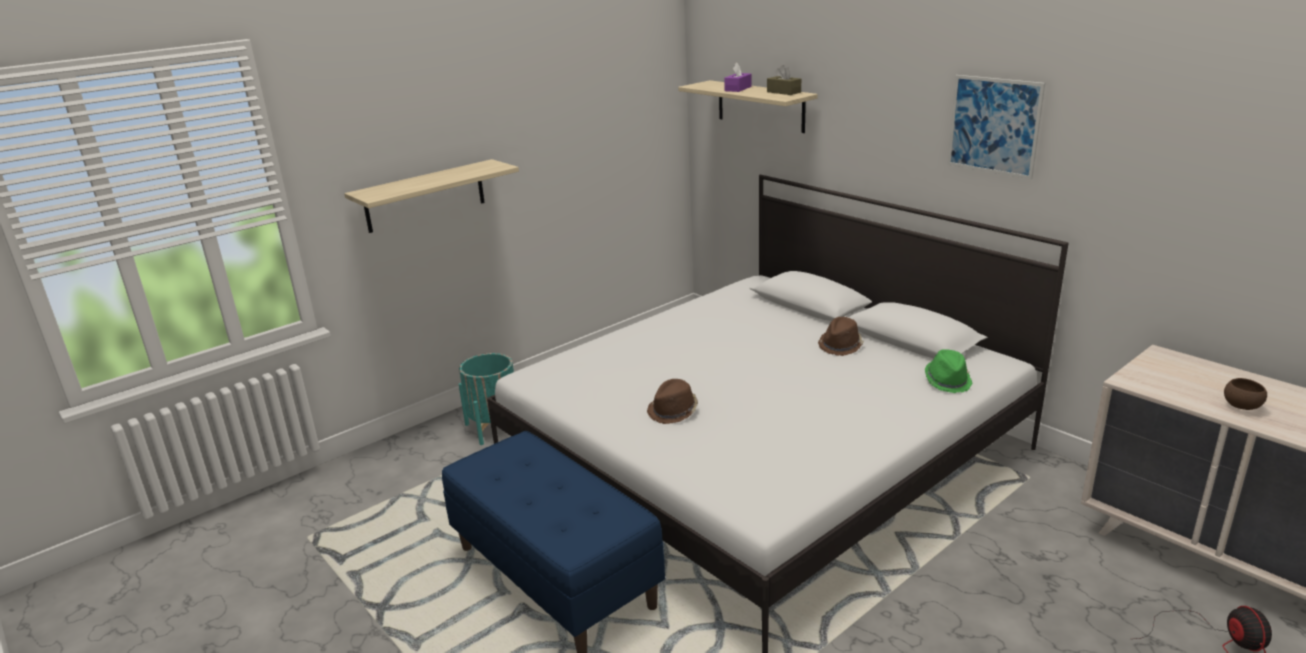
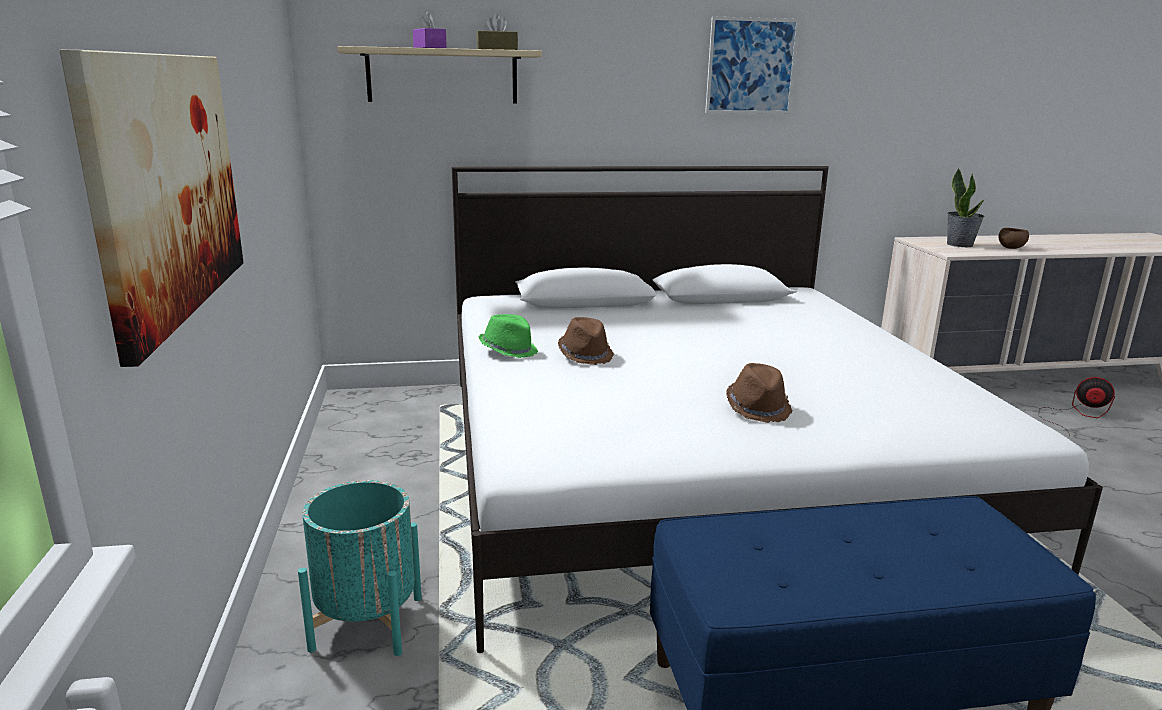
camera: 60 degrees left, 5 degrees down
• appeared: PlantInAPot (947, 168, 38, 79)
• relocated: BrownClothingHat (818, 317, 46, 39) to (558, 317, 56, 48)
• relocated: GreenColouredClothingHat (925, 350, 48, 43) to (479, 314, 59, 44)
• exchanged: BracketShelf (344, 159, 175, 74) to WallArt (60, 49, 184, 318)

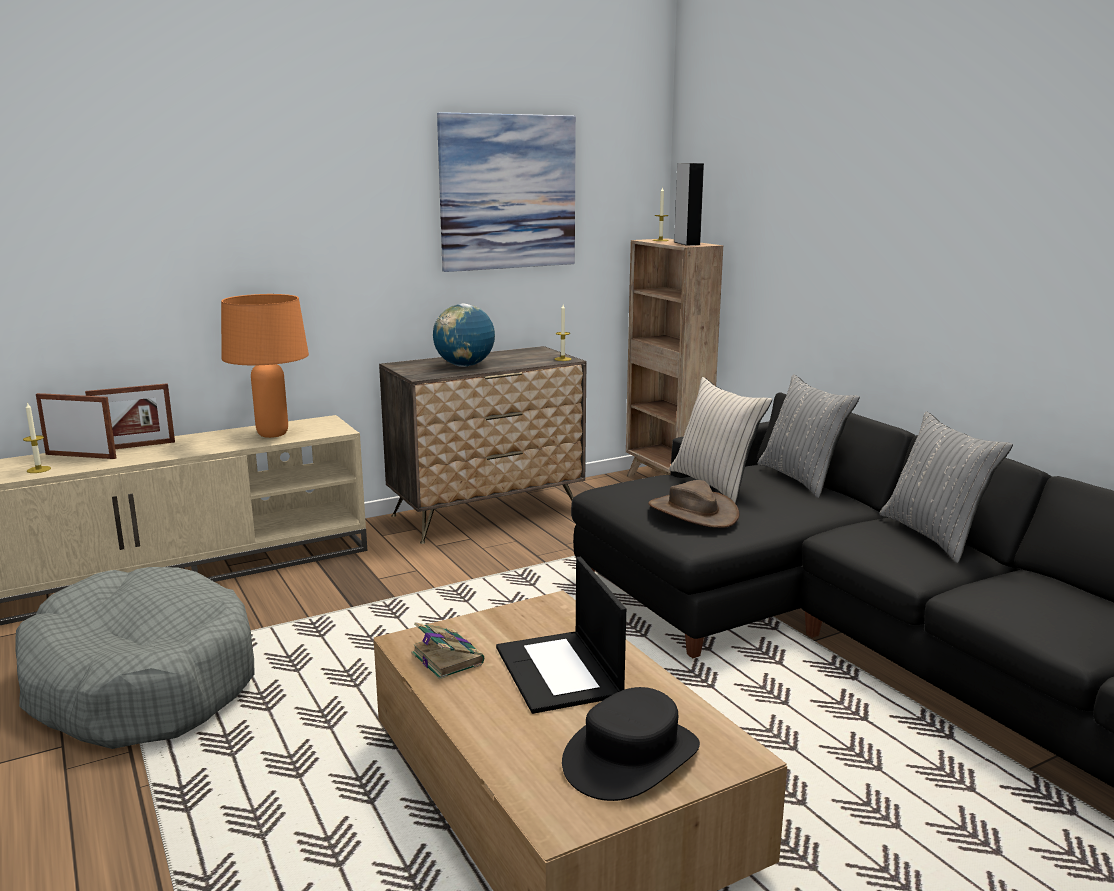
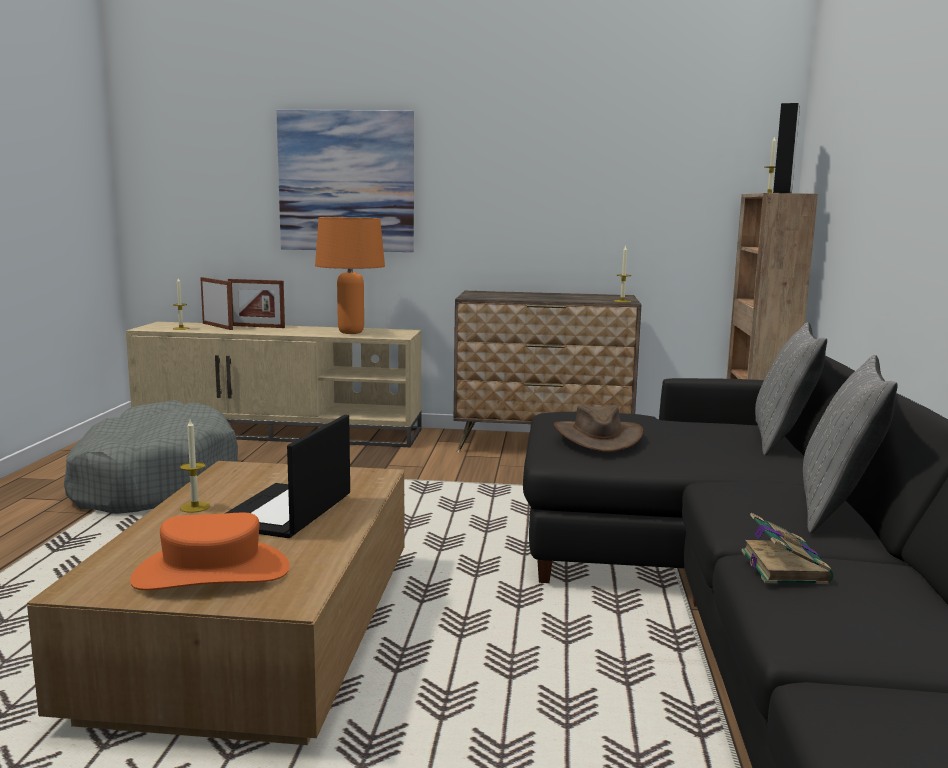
camera: 35 degrees right, 5 degrees down
• missing: DeskGlobe (433, 304, 62, 63)
• missing: SandColouredCushion (669, 377, 103, 127)
• appeared: WaxCandle (180, 420, 30, 93)
• relocated: Volume (411, 622, 73, 57) to (741, 513, 92, 71)
• relocated: WallArt (437, 112, 139, 160) to (276, 109, 138, 143)
• colour: BlackishClothingHat (562, 687, 138, 114) to OrangeyClothingHat (130, 513, 160, 77)

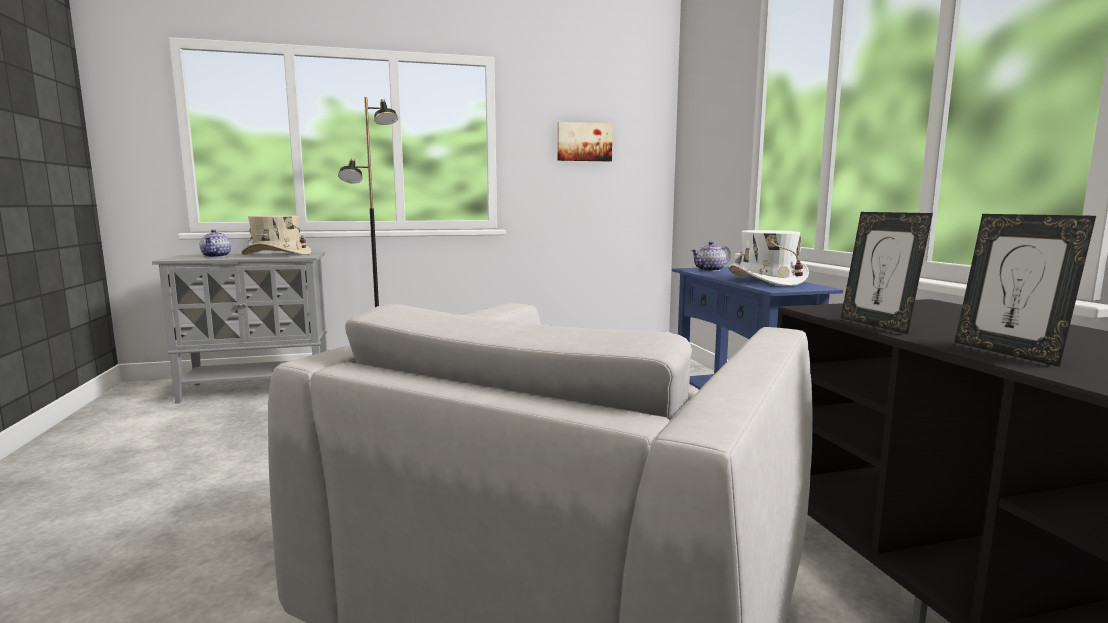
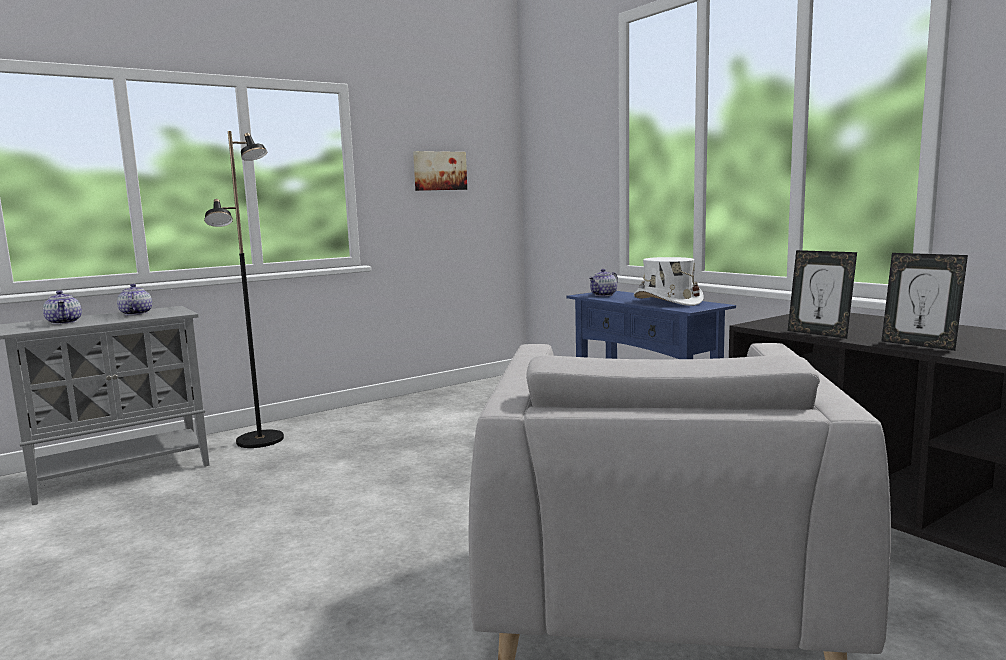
camera: 20 degrees left, 0 degrees up
• exchanged: SandColouredClothingHat (241, 215, 70, 40) to TeaPot (117, 284, 35, 31)

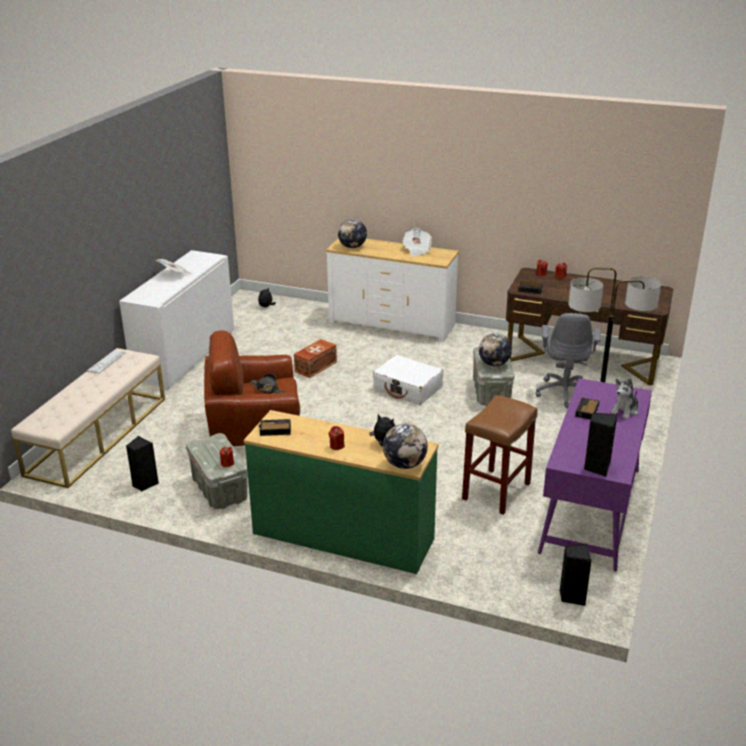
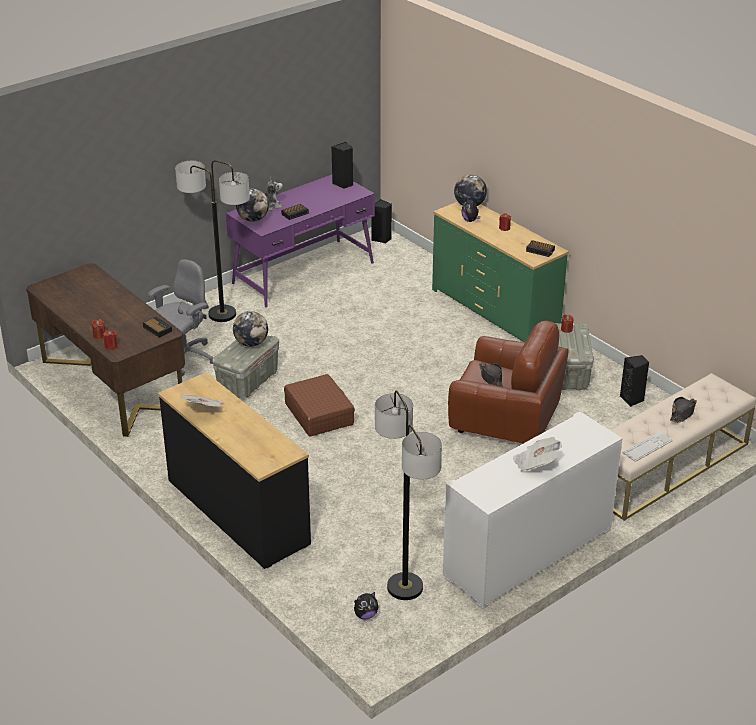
camera: 150 degrees left, 5 degrees up
• missing: BrownStorageBin (294, 339, 43, 39)
• missing: BrownSittingStool (462, 395, 75, 120)
• appeared: StandardLamp (375, 391, 67, 209)
• appeared: BlackishClothingHat (670, 397, 27, 26)
• relocated: DeskGlobe (338, 219, 29, 29) to (236, 189, 33, 33)
• colour: WhiteDrawerChest (326, 238, 133, 103) to BlackishDrawerChest (158, 372, 153, 197)
• colour: WhiteTravelCase (373, 355, 70, 50) to BrownTravelCase (284, 374, 71, 63)

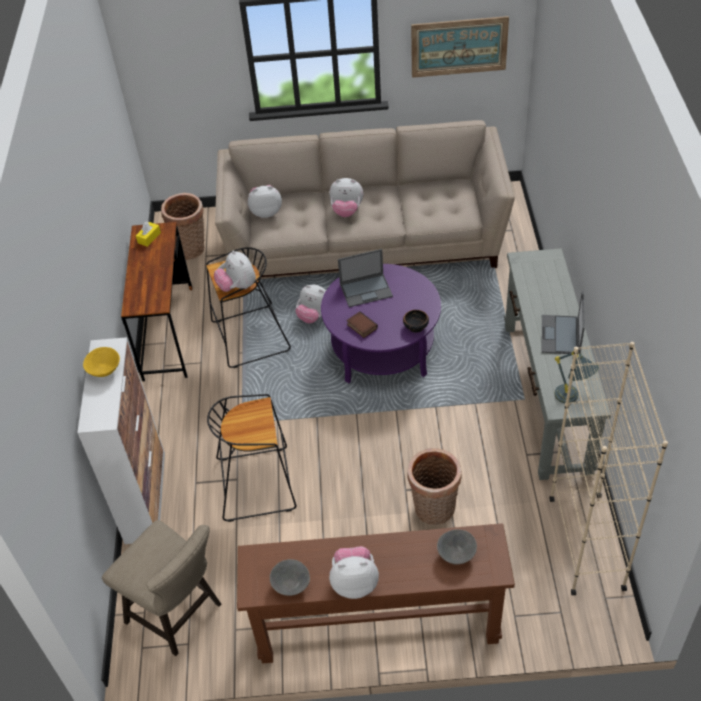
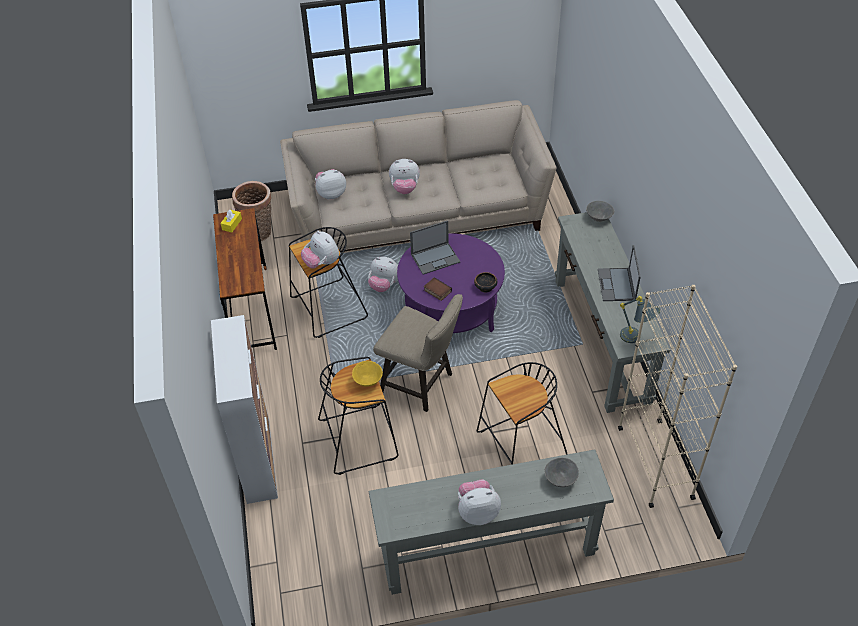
camera: 10 degrees left, 0 degrees up
• missing: WallArt (411, 16, 98, 62)
• relocated: YellowColouredDeepDish (83, 347, 37, 30) to (352, 361, 31, 26)
• relocated: SandColouredSittingStool (102, 520, 119, 136) to (373, 294, 90, 118)
• relocated: GreyishDeepDish (270, 559, 40, 37) to (586, 201, 28, 21)
• exchanged: Basket (407, 448, 55, 77) to BlackishSittingStool (477, 362, 90, 103)
• colour: BrownNarrowTable (237, 523, 278, 141) to GreyishNarrowTable (369, 449, 245, 146)

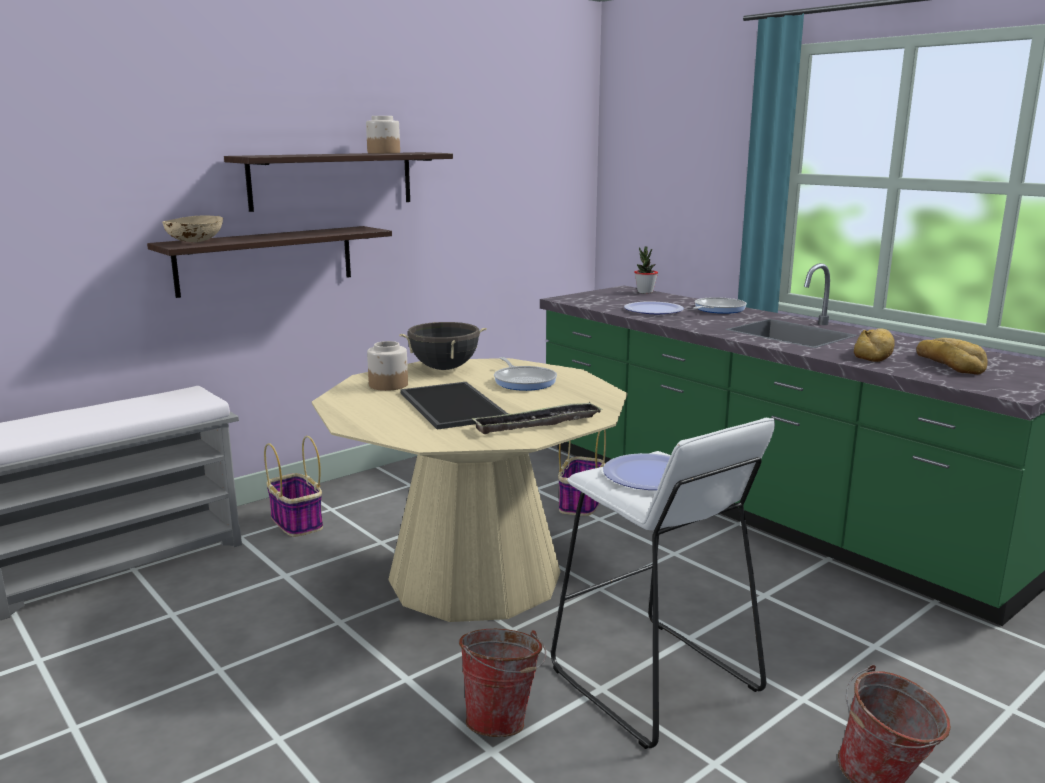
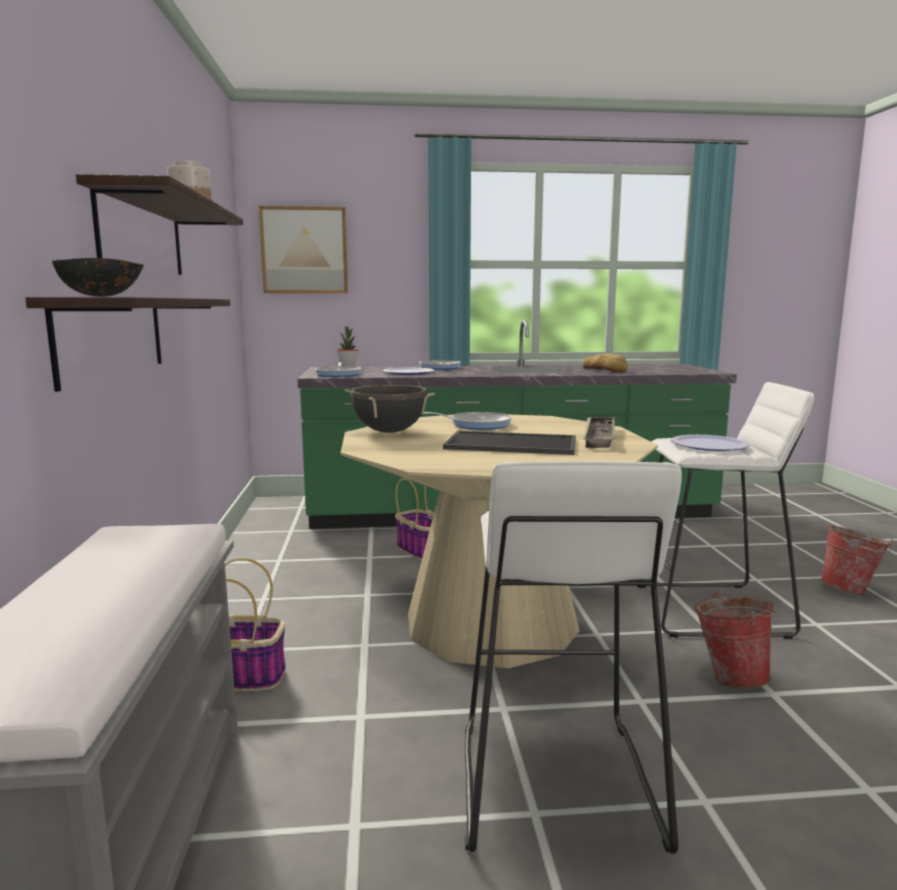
camera: 55 degrees left, 5 degrees down
• missing: Jar (367, 341, 41, 50)
• missing: BakedBread (916, 338, 72, 37)
• appeared: WallArt (259, 206, 89, 87)
• appeared: Pan (315, 362, 46, 15)
• appeared: WhiteSittingStool (465, 461, 217, 393)
• colour: SandColouredDeepDish (162, 215, 61, 27) to BlackishDeepDish (52, 258, 92, 39)

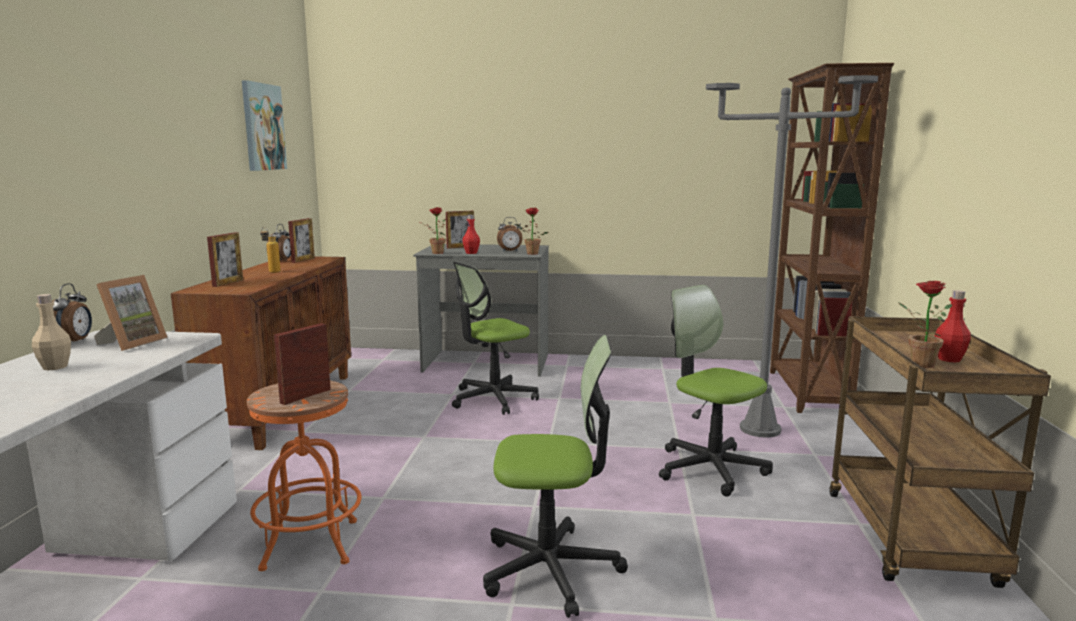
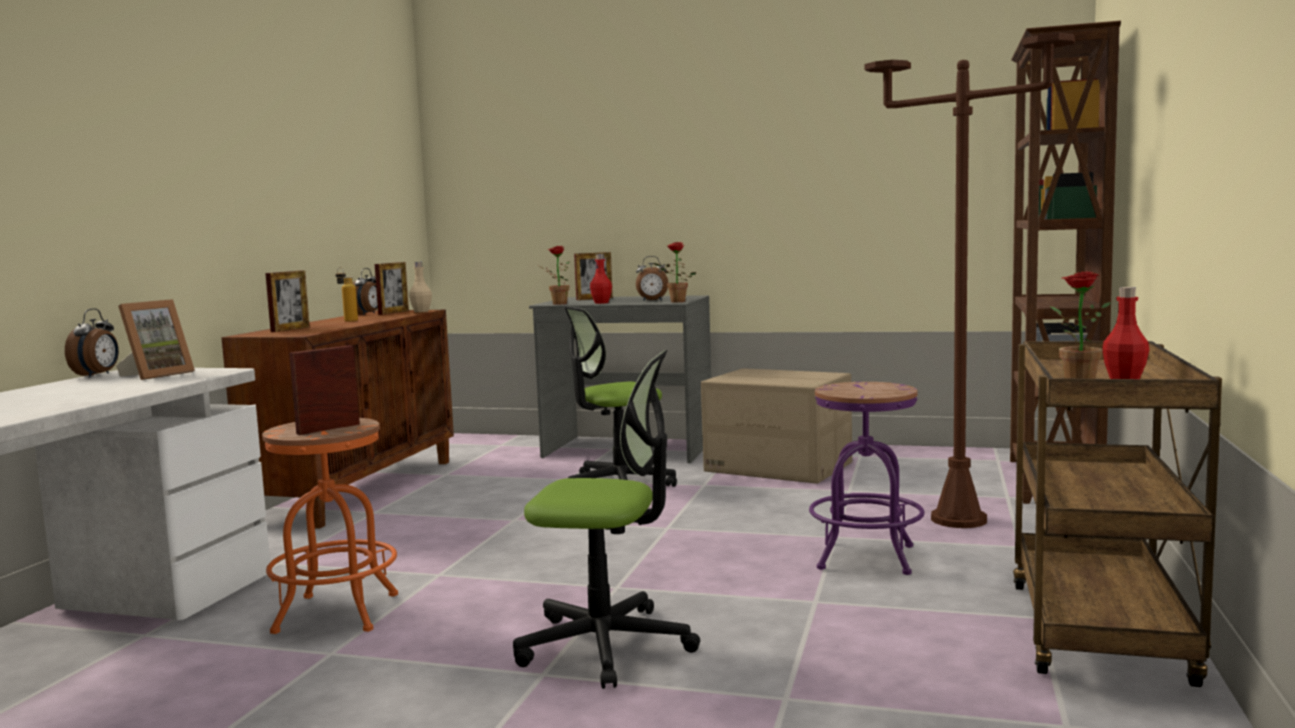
camera: 10 degrees right, 5 degrees down
• missing: WallArt (242, 80, 45, 91)
• appeared: Carton (701, 368, 151, 116)
• relocated: SandColouredDrinkBottle (32, 294, 39, 76) to (409, 262, 23, 50)
• exchanged: OfficeChair (659, 285, 114, 211) to PurplishSittingStool (809, 382, 116, 193)
• colour: GreyishStandardLamp (706, 75, 172, 363) to BrownStandardLamp (864, 33, 211, 495)

